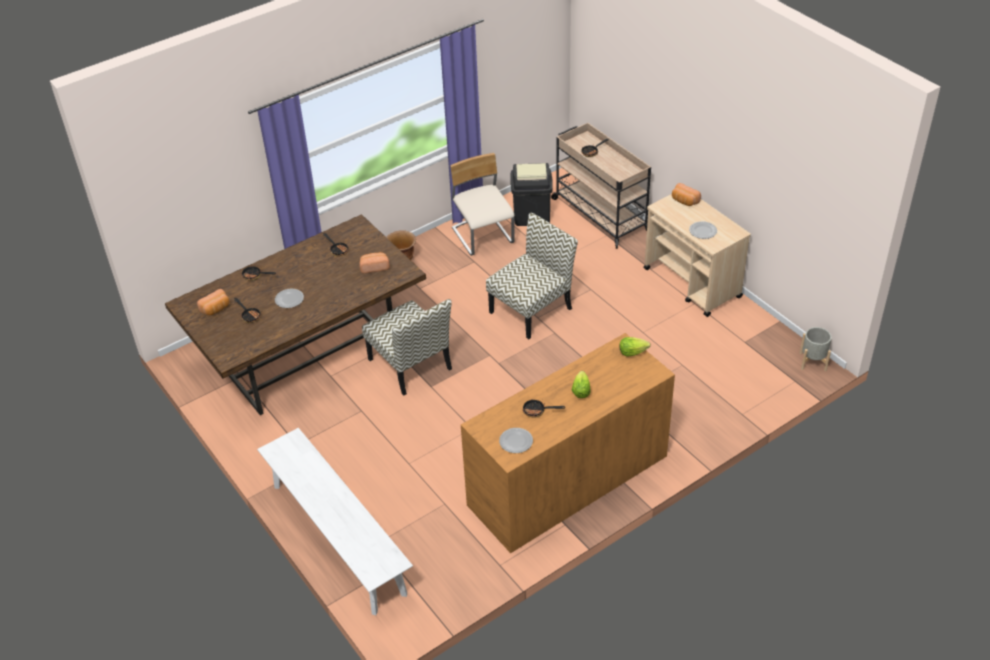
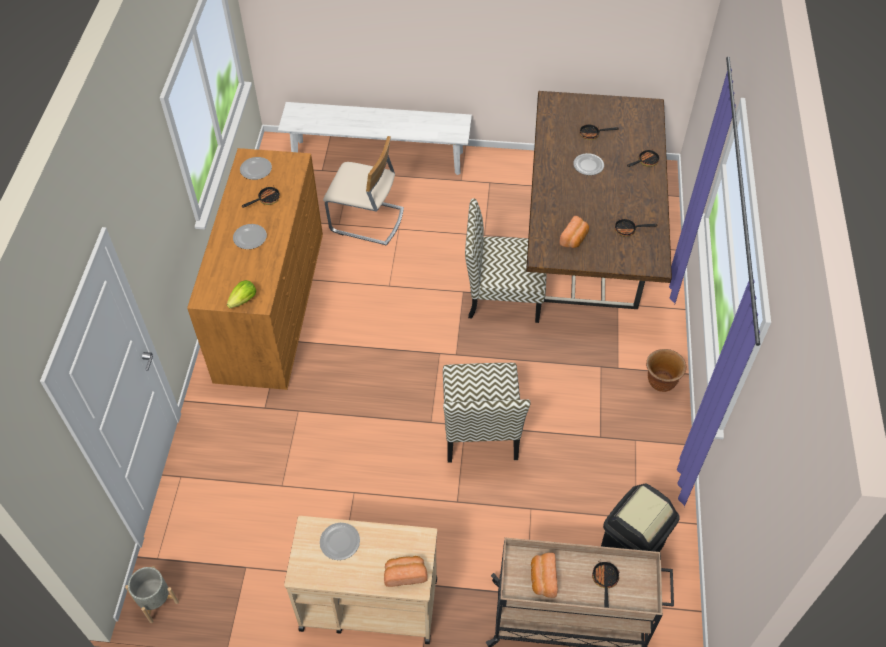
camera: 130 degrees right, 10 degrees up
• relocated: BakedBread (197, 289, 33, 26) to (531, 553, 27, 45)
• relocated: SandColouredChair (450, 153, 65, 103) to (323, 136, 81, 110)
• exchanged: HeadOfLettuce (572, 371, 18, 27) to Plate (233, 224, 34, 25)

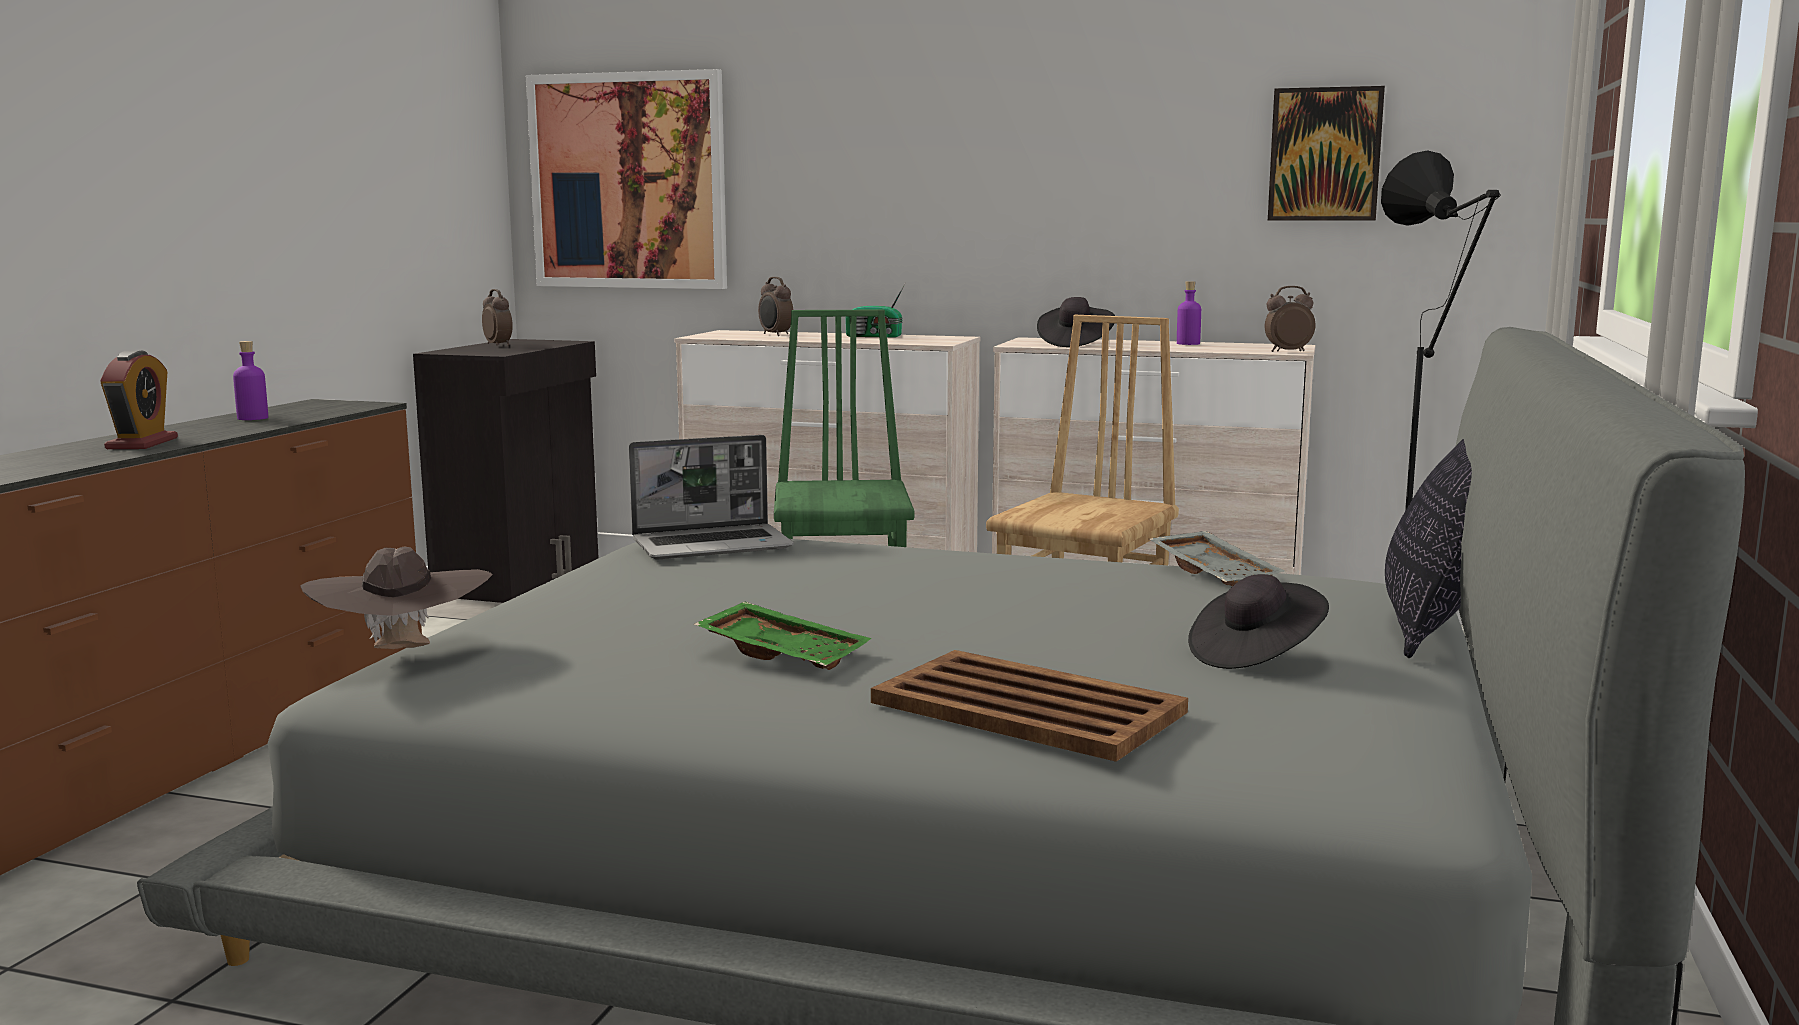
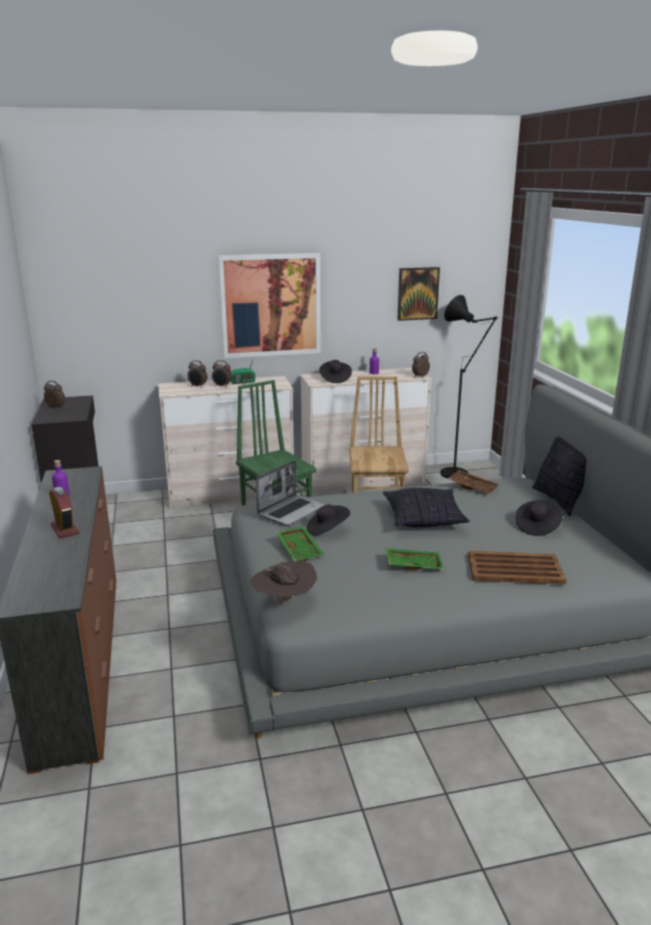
camera: 30 degrees left, 10 degrees up
• appeared: AlarmClock (212, 360, 20, 28)
• appeared: GreenColouredServingTray (276, 526, 48, 36)
• appeared: BlackishClothingHat (307, 504, 43, 31)
• appeared: Cushion (383, 488, 87, 39)
• relocated: WallArt (526, 69, 201, 220) to (218, 253, 103, 105)
• colour: GreyishServingTray (1149, 531, 135, 55) to BrownServingTray (448, 470, 51, 24)

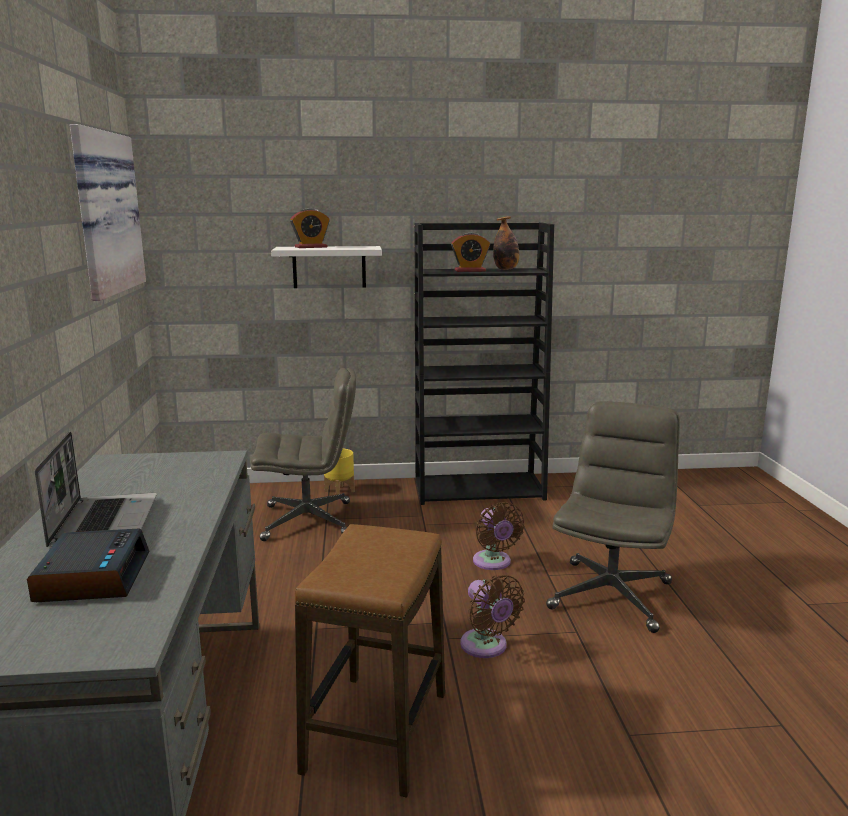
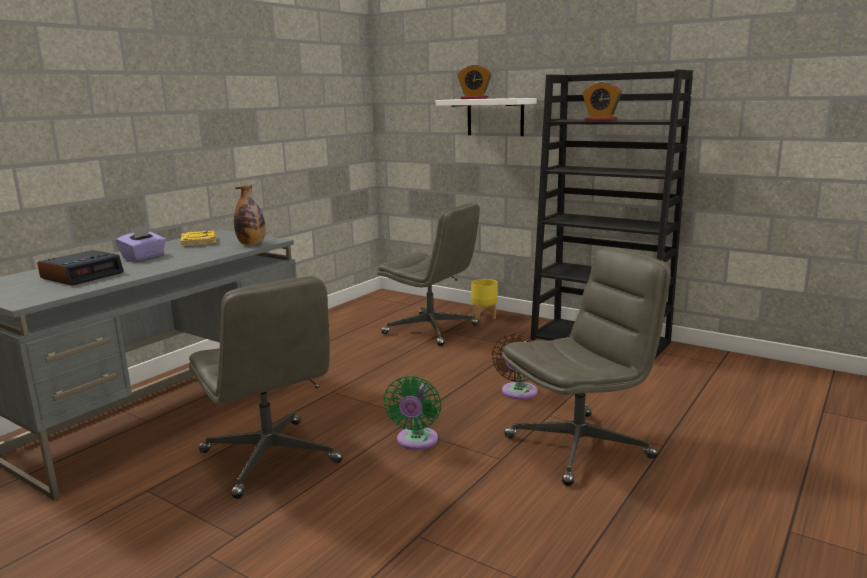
camera: 40 degrees right, 0 degrees up
• missing: WallArt (70, 124, 76, 177)
• appeared: YellowColouredVolume (181, 230, 35, 16)
• relocated: DrinkBottle (493, 216, 26, 54) to (234, 185, 32, 60)
• exchanged: NotebookComputer (35, 431, 122, 118) to PurplishTissueBox (116, 225, 50, 36)
• exchanged: SittingStool (295, 524, 150, 274) to GreyishOfficeChair (189, 276, 154, 223)
• colour: BrownElectricFan (460, 575, 65, 83) to GreenColouredElectricFan (383, 375, 59, 75)

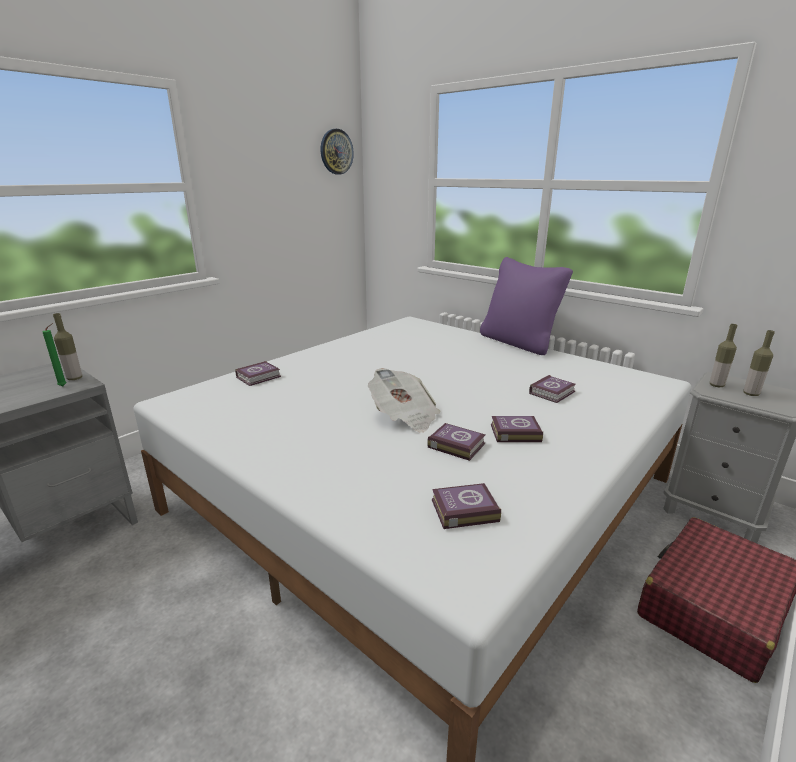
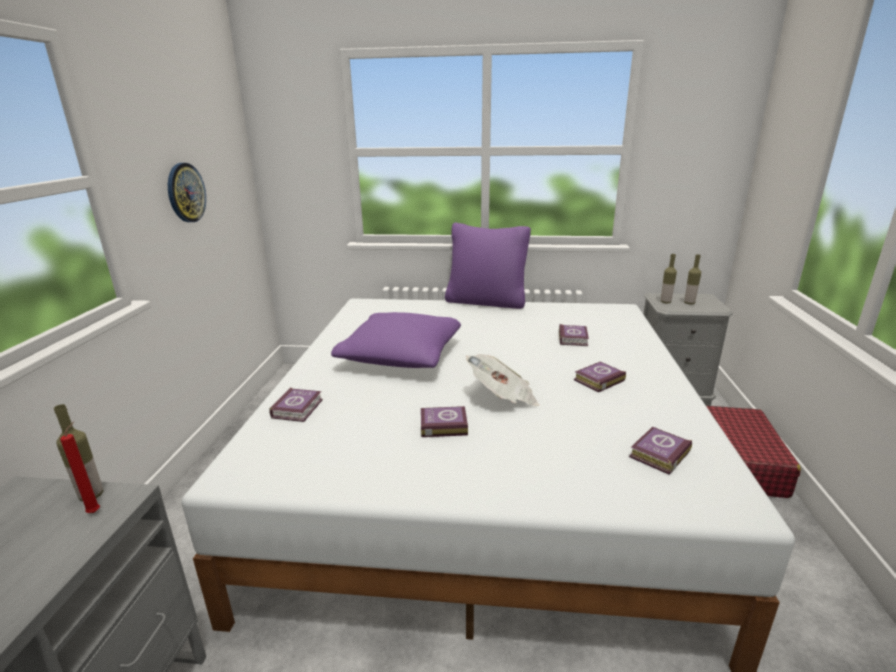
camera: 35 degrees left, 0 degrees up
• appeared: PurplishCushion (331, 312, 130, 56)
• relocated: WallClock (321, 129, 33, 45) to (168, 163, 38, 59)
• relocated: Volume (427, 423, 59, 38) to (421, 406, 47, 31)
• colour: GreenColouredWaxCandle (43, 323, 24, 63) to ReddishWaxCandle (60, 422, 40, 91)

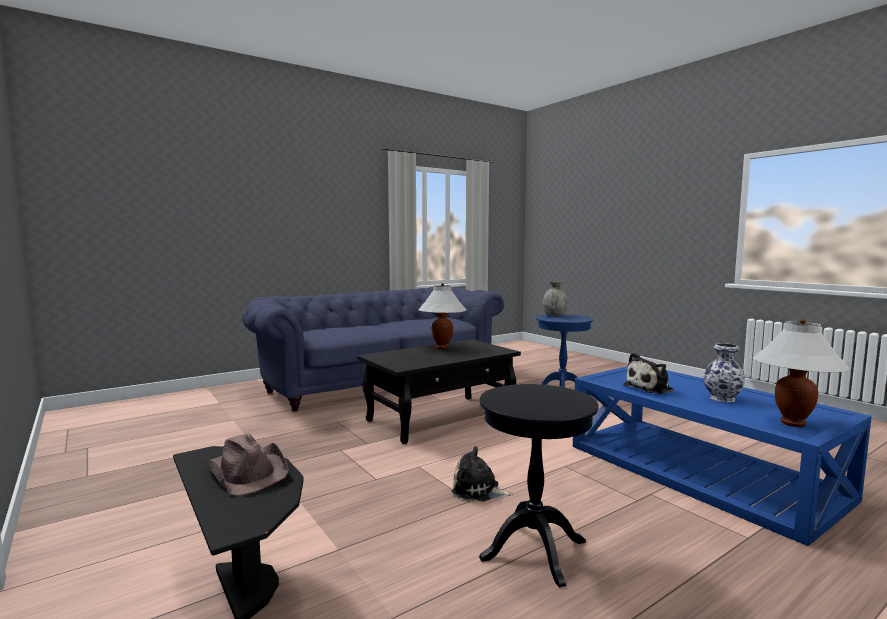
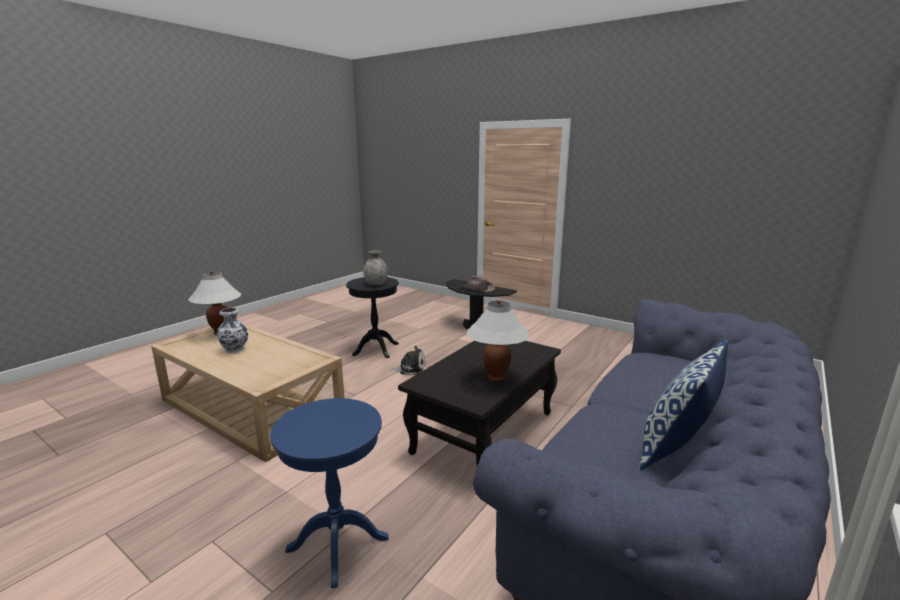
camera: 160 degrees right, 10 degrees up
• missing: SoftToy (623, 353, 51, 41)
• appeared: Cushion (639, 340, 89, 130)
• relocated: GreyishDecorativeVase (543, 281, 25, 36) to (363, 251, 25, 35)
• colour: BlueCoffeeTable (573, 366, 299, 180) to SandColouredCoffeeTable (151, 324, 194, 138)

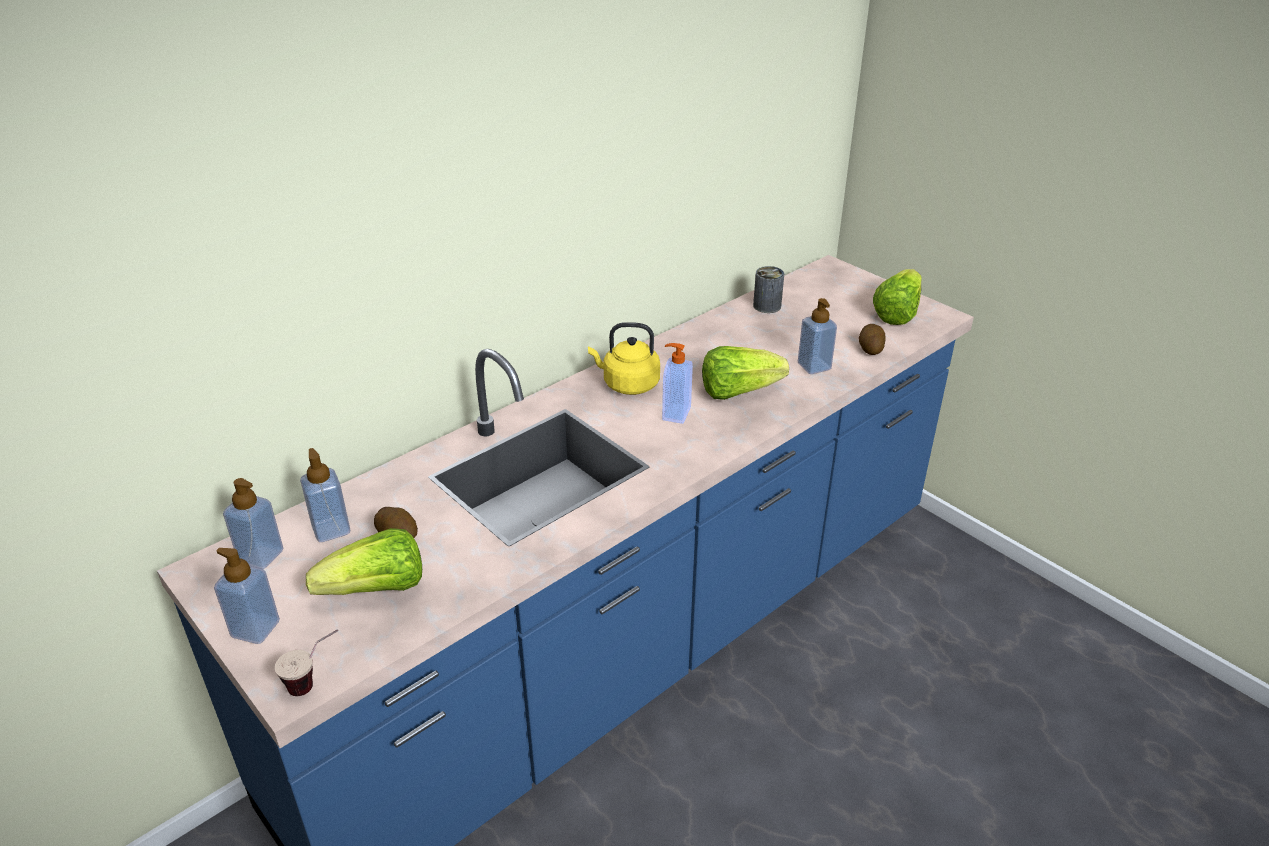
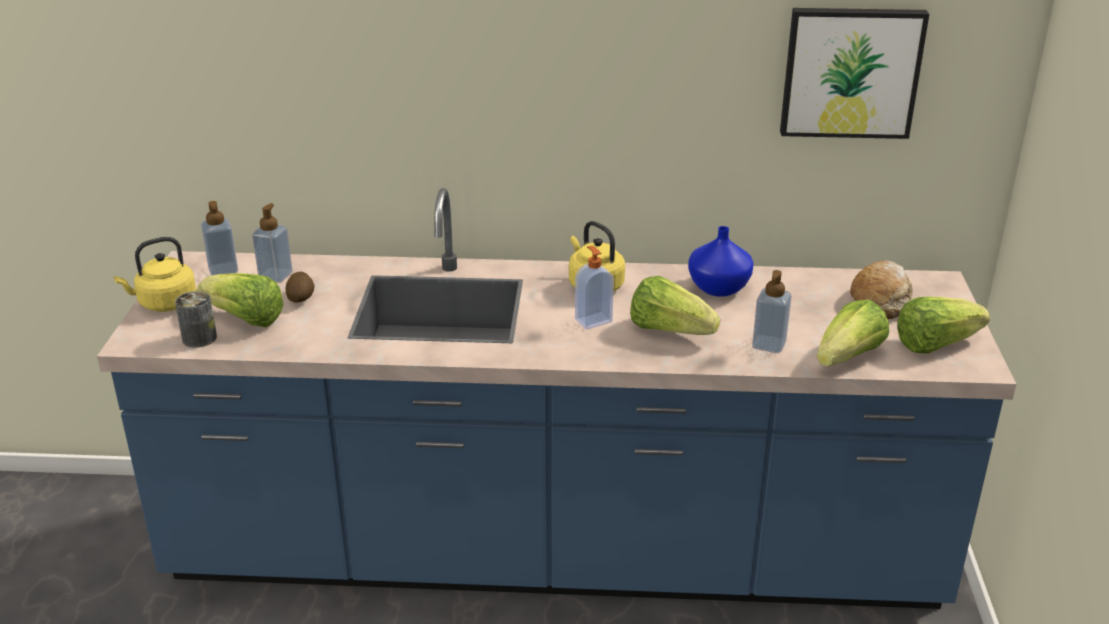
camera: 45 degrees right, 5 degrees down
• missing: SmallCup (275, 629, 63, 67)
• appeared: BlueDecorativeVase (688, 226, 66, 71)
• appeared: WallArt (780, 8, 149, 131)
• appeared: BakedBread (850, 260, 63, 59)
• relocated: MetalCan (753, 266, 31, 47) to (175, 291, 42, 57)
• exchanged: SoapBottle (214, 548, 66, 96) to YellowColouredKettle (114, 237, 82, 75)
• exchanged: Potato (859, 324, 27, 31) to HeadOfLettuce (817, 300, 72, 67)

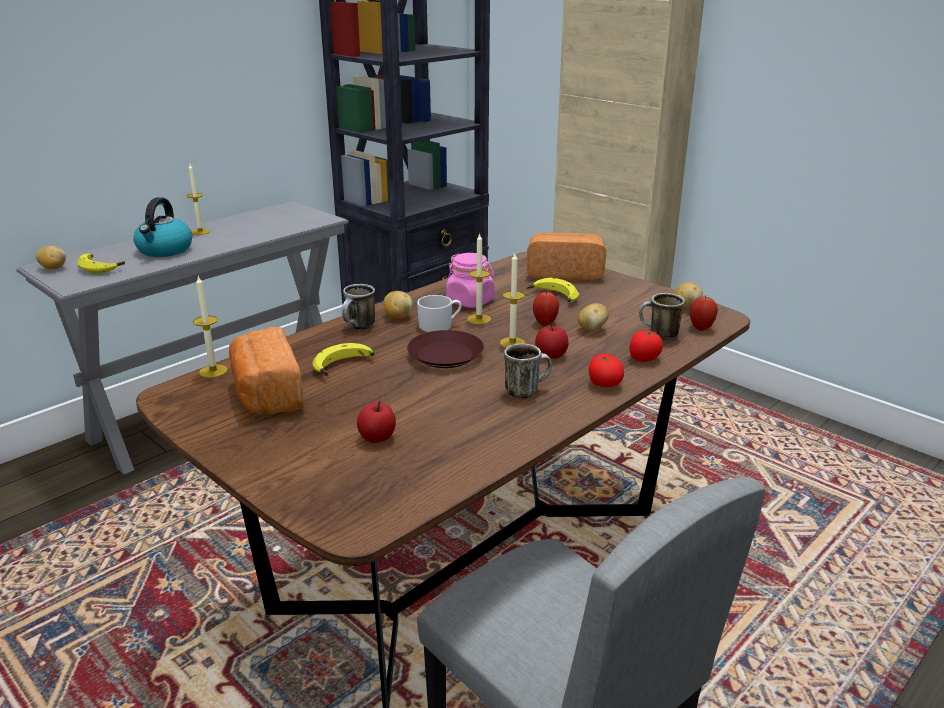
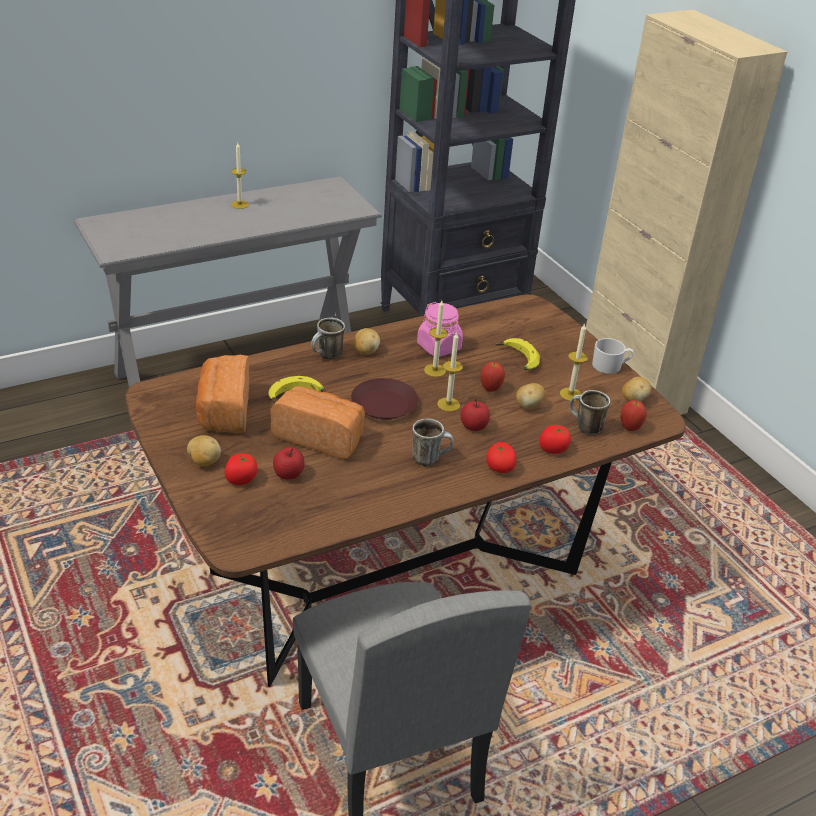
camera: 15 degrees right, 10 degrees up
• missing: BananaFruit (77, 253, 48, 21)
• missing: Kettle (133, 197, 59, 60)
• appeared: Tomato (225, 453, 32, 32)
• relocated: Potato (36, 246, 30, 23) to (187, 435, 34, 31)
• relocated: WaxCandle (193, 276, 35, 102) to (560, 323, 28, 78)
• relocated: WhiteMug (417, 295, 45, 37) to (592, 338, 42, 36)
• relocated: BakedBread (527, 232, 79, 48) to (270, 386, 95, 73)

